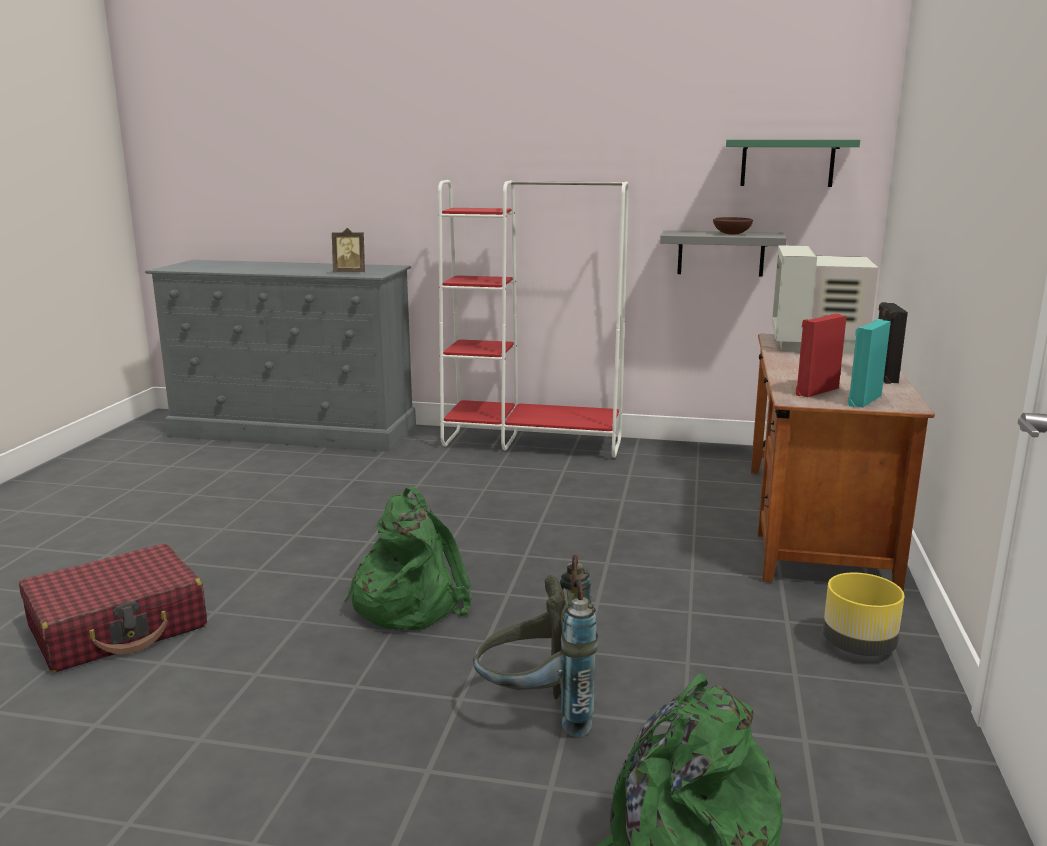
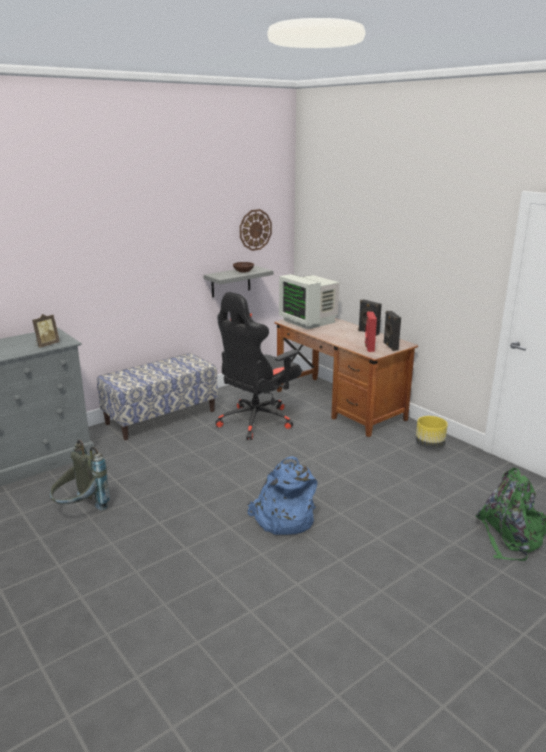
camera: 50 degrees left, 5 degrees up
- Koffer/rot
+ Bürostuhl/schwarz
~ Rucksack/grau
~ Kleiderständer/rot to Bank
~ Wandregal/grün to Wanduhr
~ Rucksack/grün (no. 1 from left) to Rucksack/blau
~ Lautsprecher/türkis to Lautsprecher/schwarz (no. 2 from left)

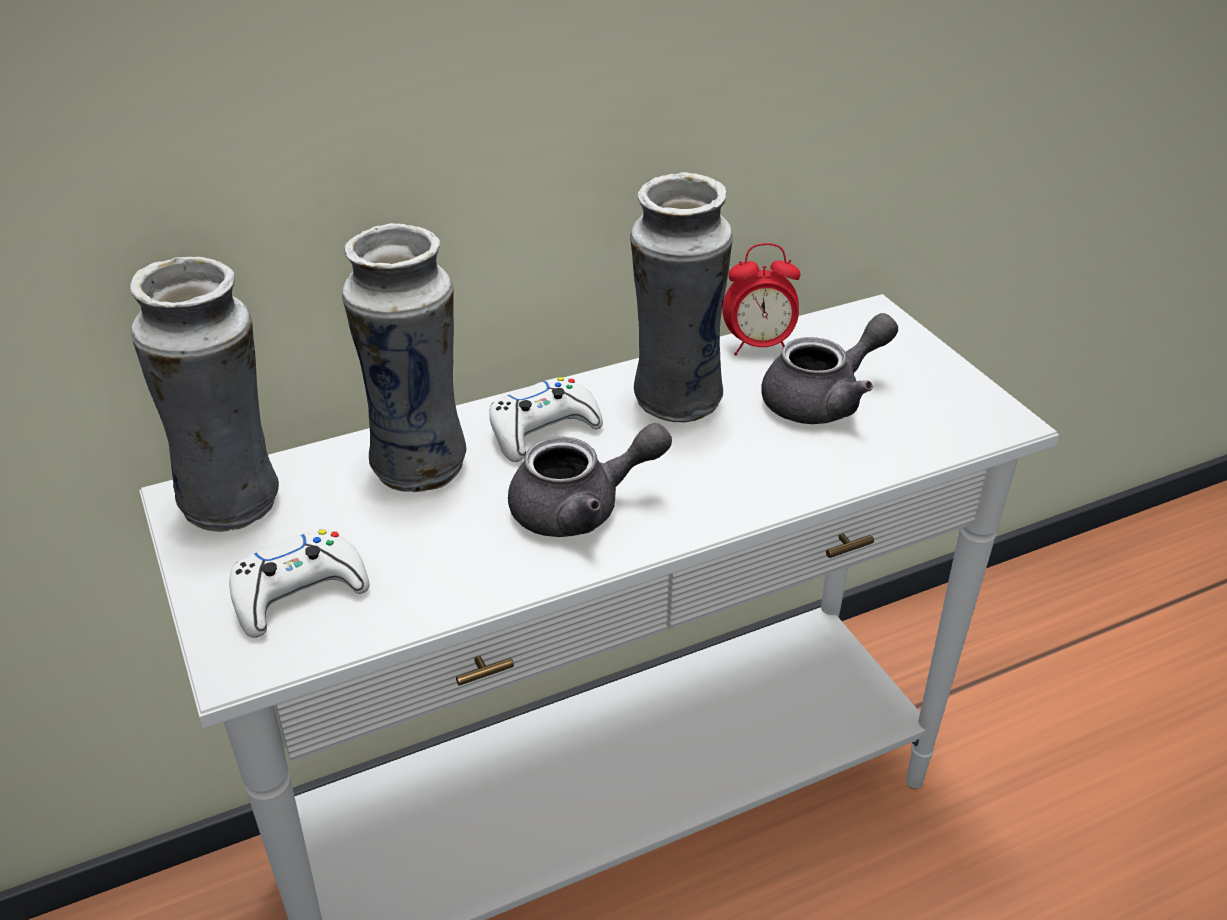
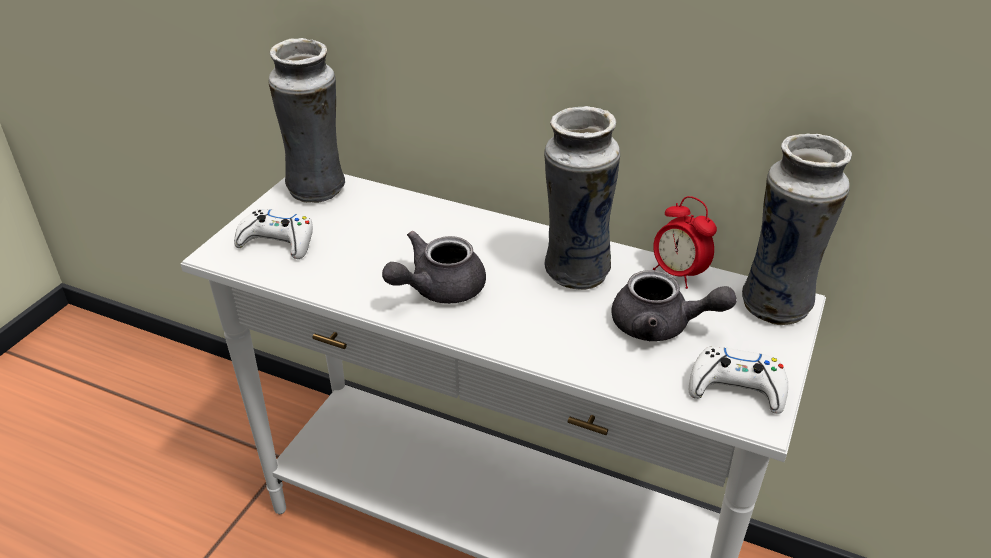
camera: 50 degrees right, 0 degrees up
~ Vase (no. 2 from left in the first image) to Vase (no. 3 from left)
~ Gamepad/weiß (no. 2 from left)
~ Teekanne/grau (no. 1 from left) 105 degrees clockwise

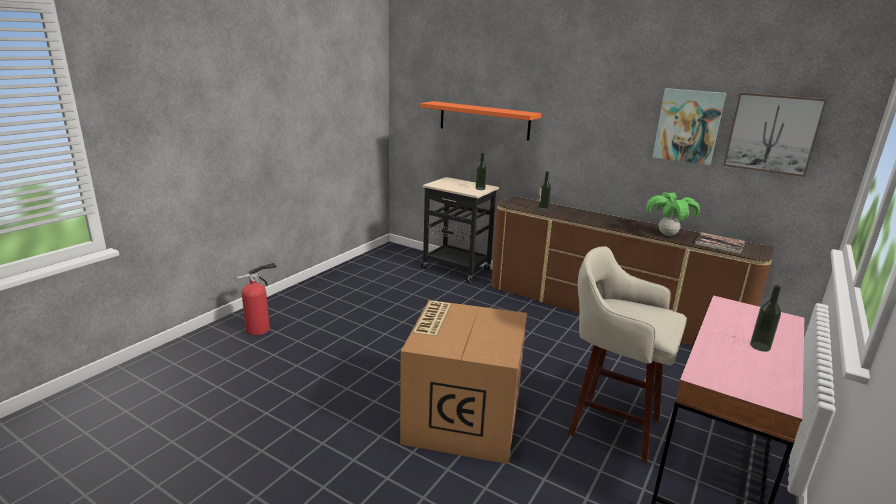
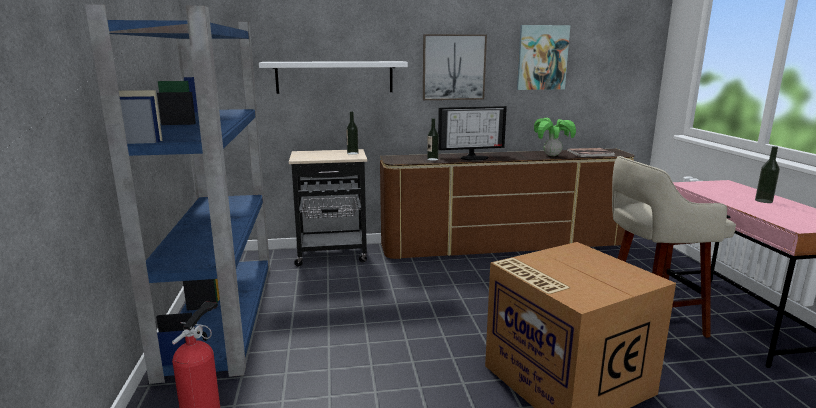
camera: 40 degrees left, 5 degrees down
+ Bücherregal/blau
+ Monitor
~ Bild (no. 2 from left in the first image) to Bild (no. 1 from left)
~ Wandregal/orange to Wandregal/weiß

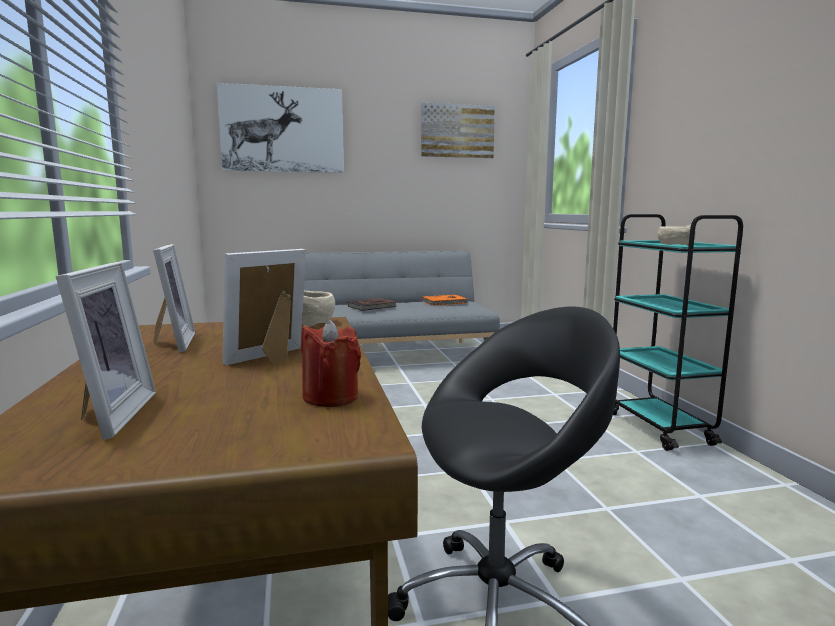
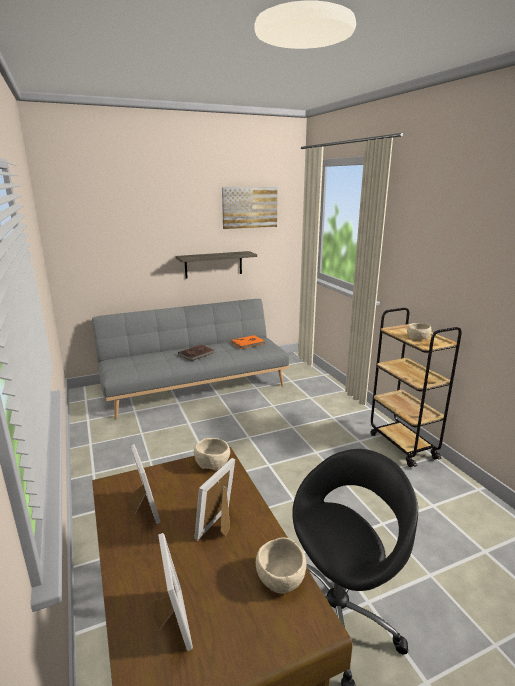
camera: 10 degrees left, 10 degrees up
- Bild (no. 1 from left)
+ Wandregal
~ Kerze/rot to Schüssel/beige (no. 2 from left)
~ Rollwagen/türkis to Rollwagen/braun

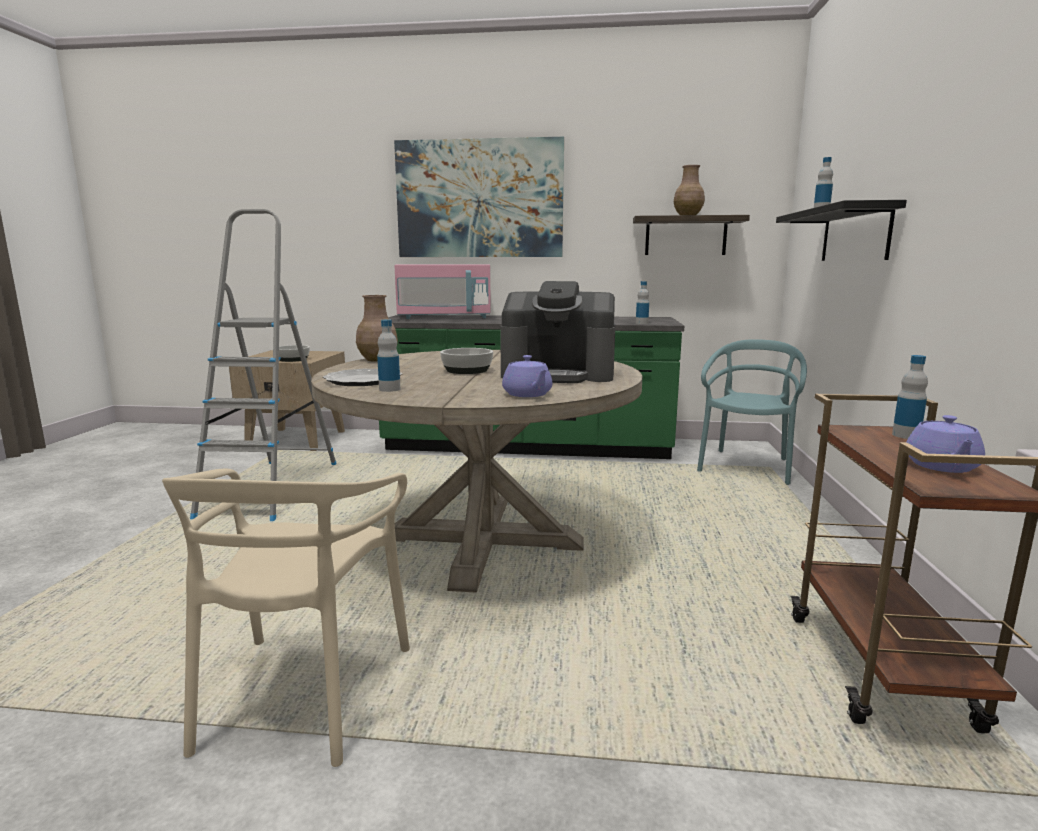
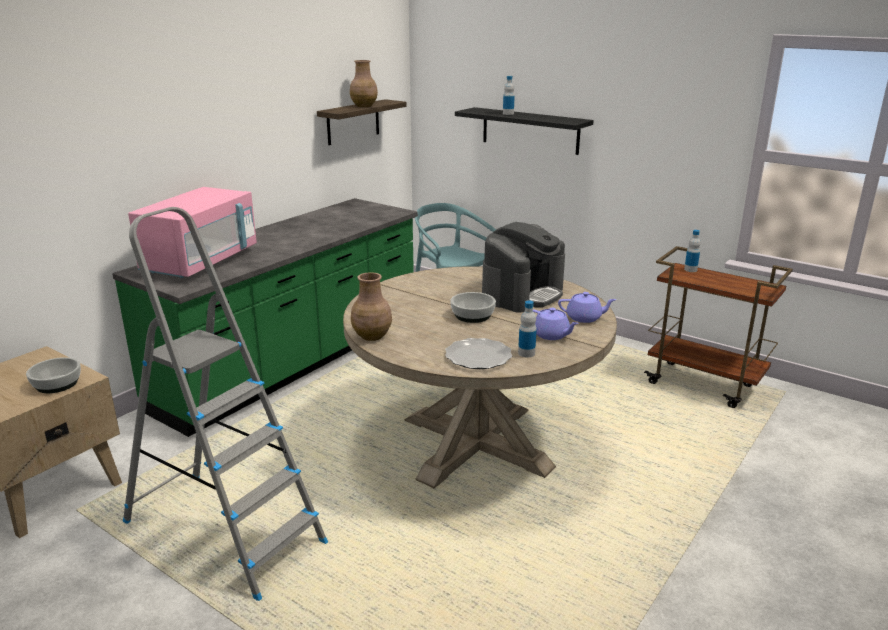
camera: 60 degrees left, 10 degrees up
- Stuhl/beige
- Bild
- Flasche (no. 2 from left)
~ Teekanne/lila (no. 2 from left in the first image) to Teekanne/lila (no. 1 from left)

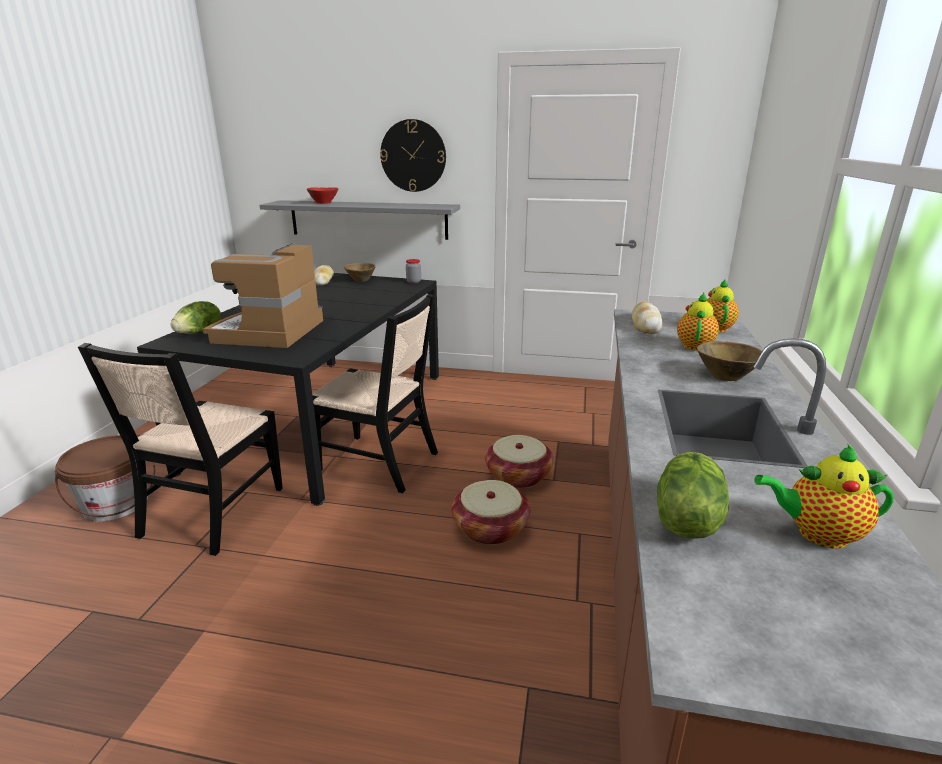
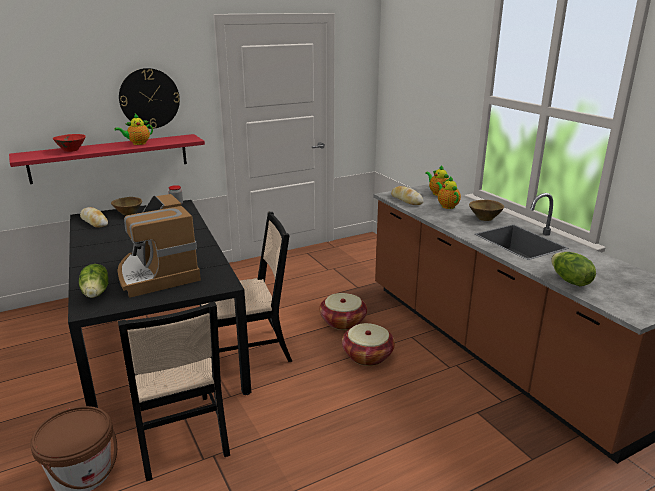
camera: 40 degrees left, 0 degrees up
~ Teekanne (no. 3 from left in the first image) to Teekanne (no. 1 from left)
~ Wandregal/grau to Wandregal/rot

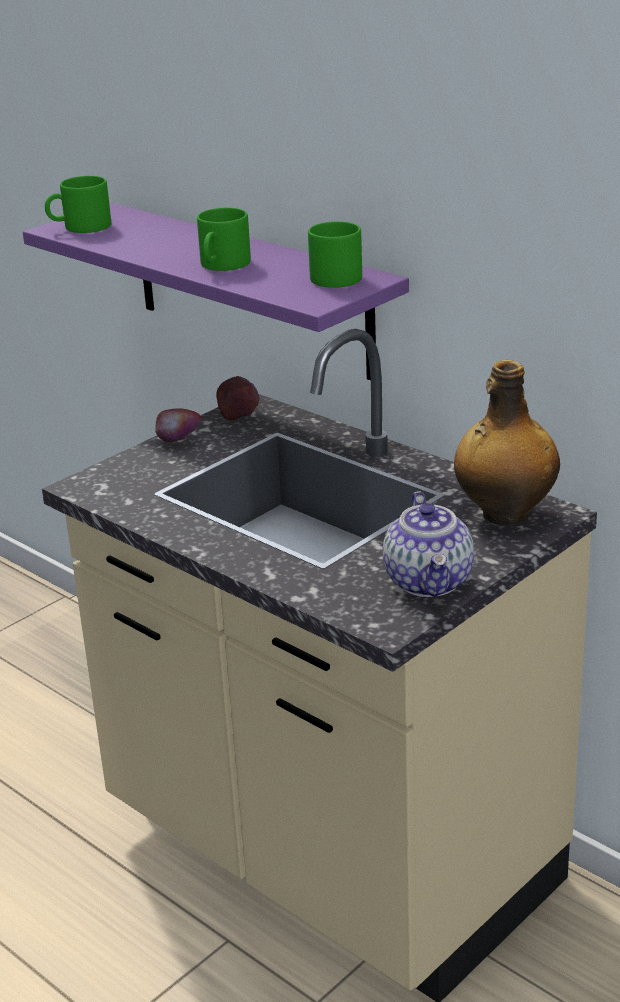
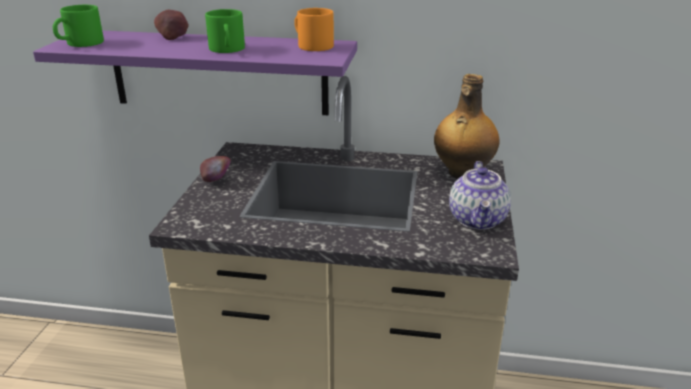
camera: 35 degrees left, 0 degrees up
~ Apfel (no. 2 from left in the first image) to Apfel (no. 1 from left)
~ Henkelbecher/grün (no. 3 from left) to Henkelbecher/orange
~ Teekanne 45 degrees clockwise

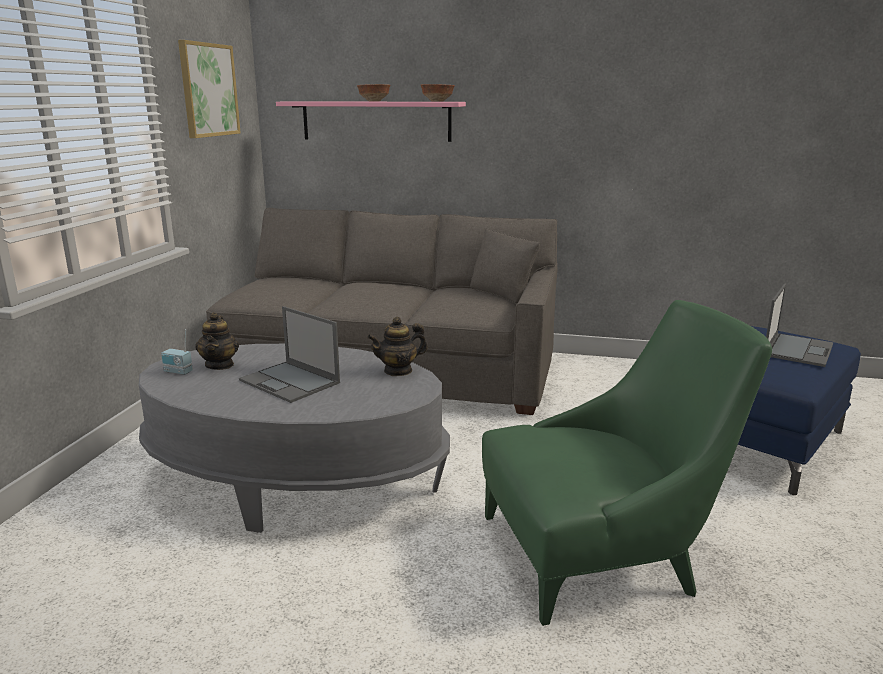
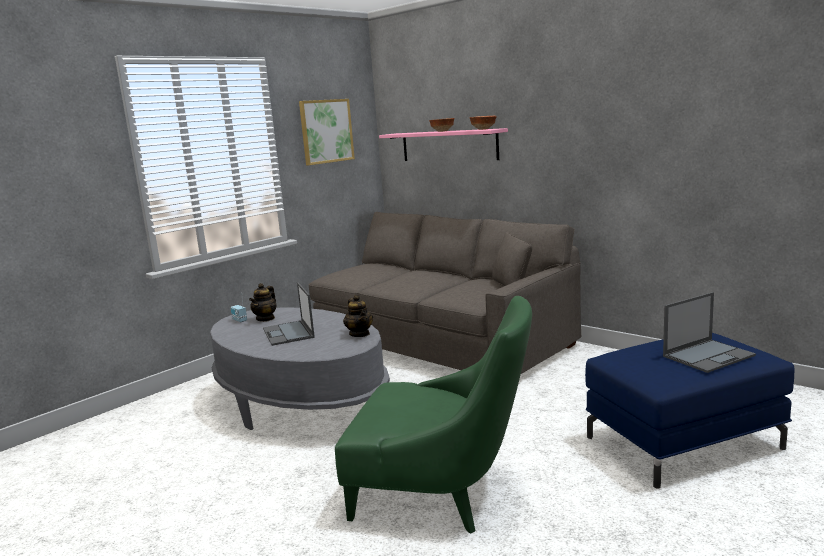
camera: 30 degrees right, 5 degrees down
~ Teekanne (no. 2 from left) 120 degrees counterclockwise

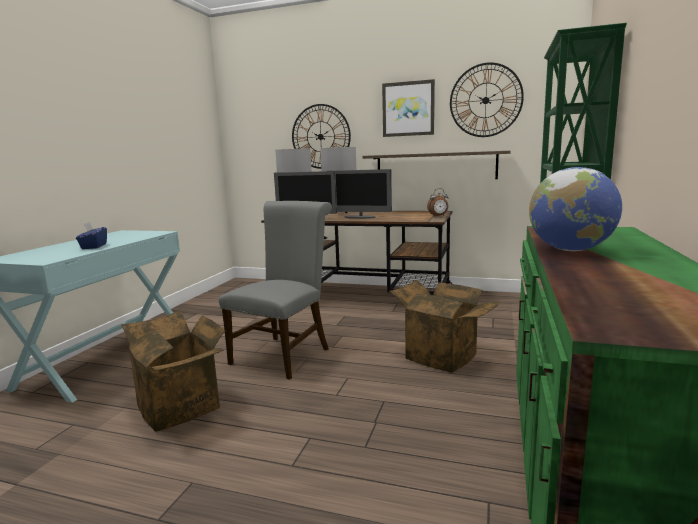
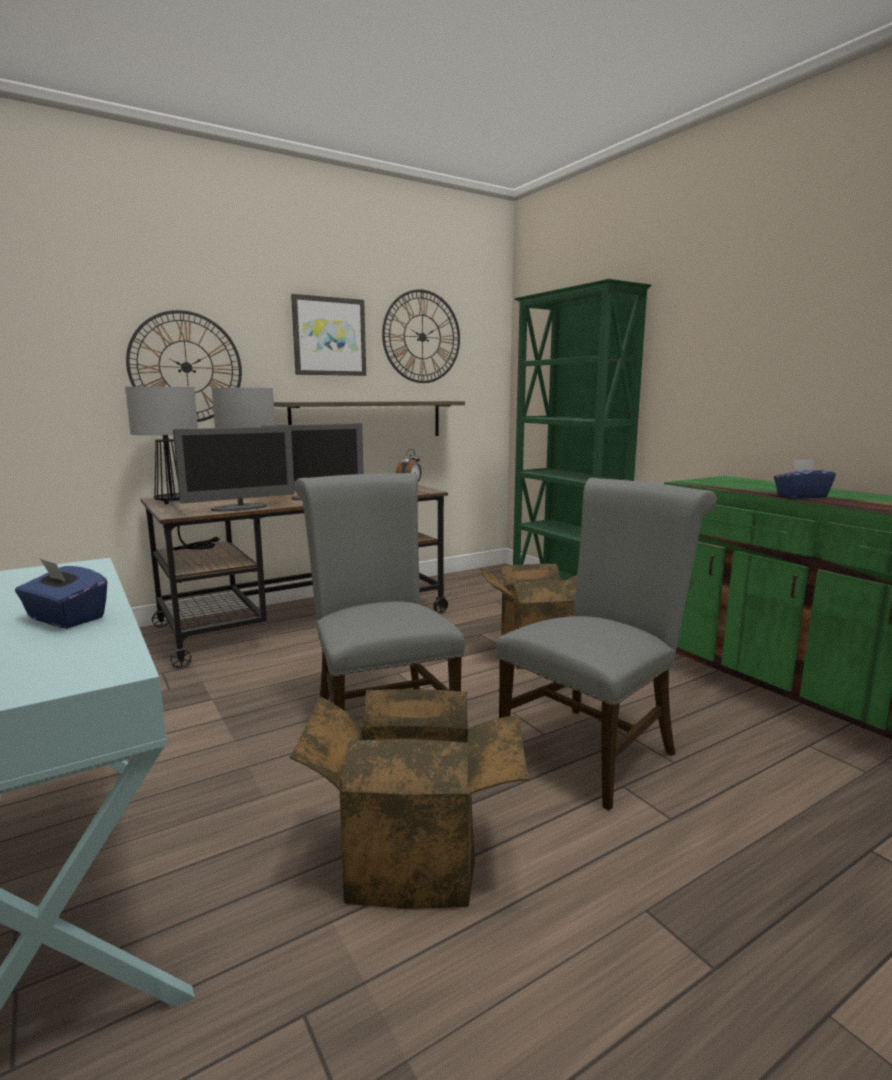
camera: 50 degrees left, 0 degrees up
+ Stuhl/grau (no. 2 from left)
~ Globus to Taschentuchbox/blau (no. 2 from left)

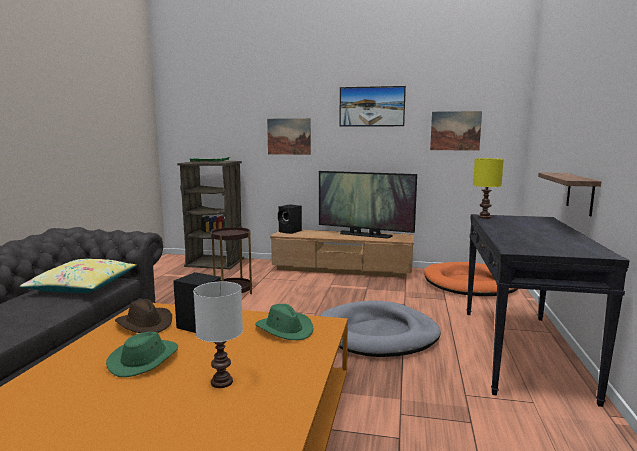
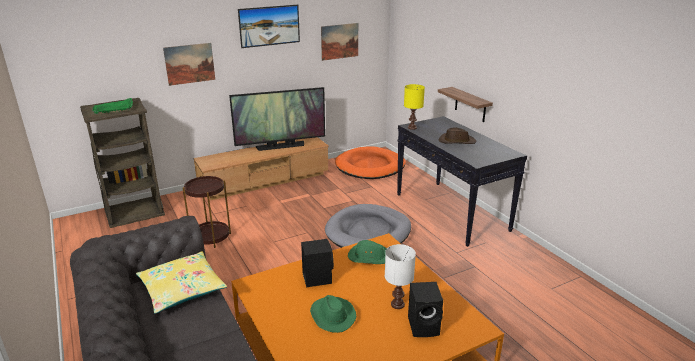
camera: 40 degrees left, 15 degrees up
~ Hut/braun
~ Lautsprecher/schwarz (no. 2 from left)

